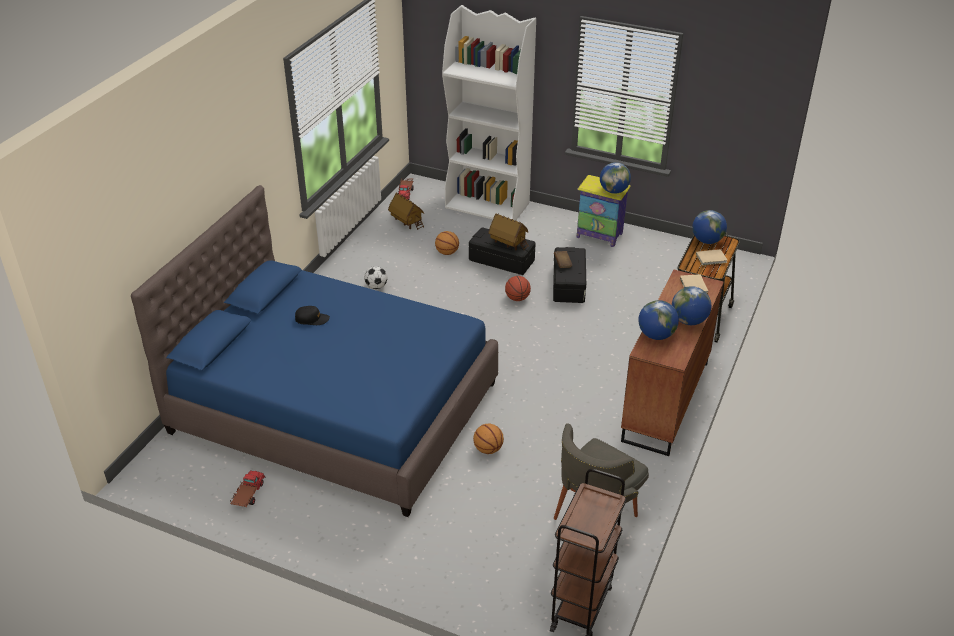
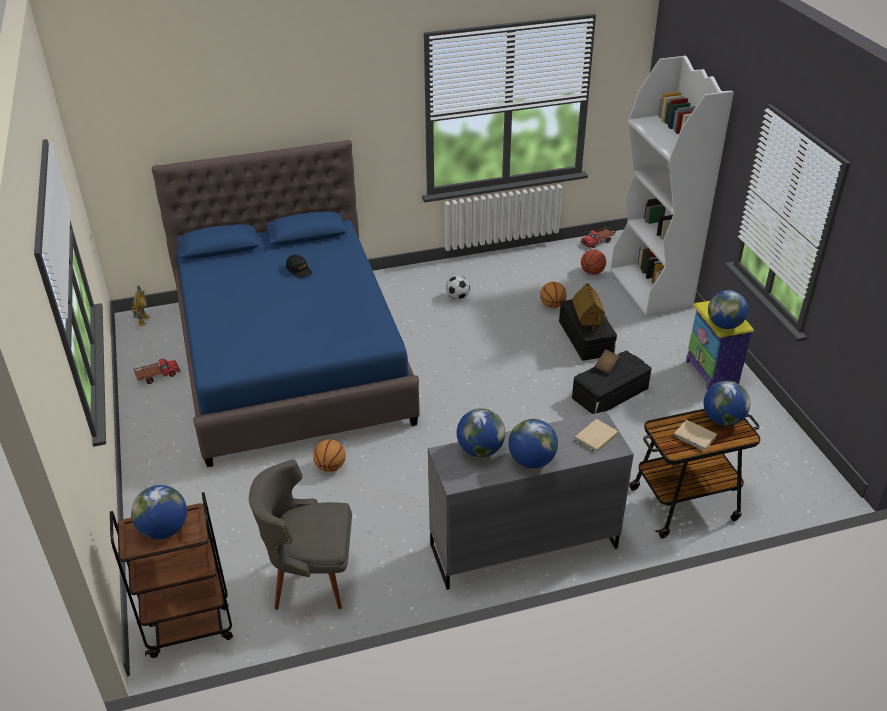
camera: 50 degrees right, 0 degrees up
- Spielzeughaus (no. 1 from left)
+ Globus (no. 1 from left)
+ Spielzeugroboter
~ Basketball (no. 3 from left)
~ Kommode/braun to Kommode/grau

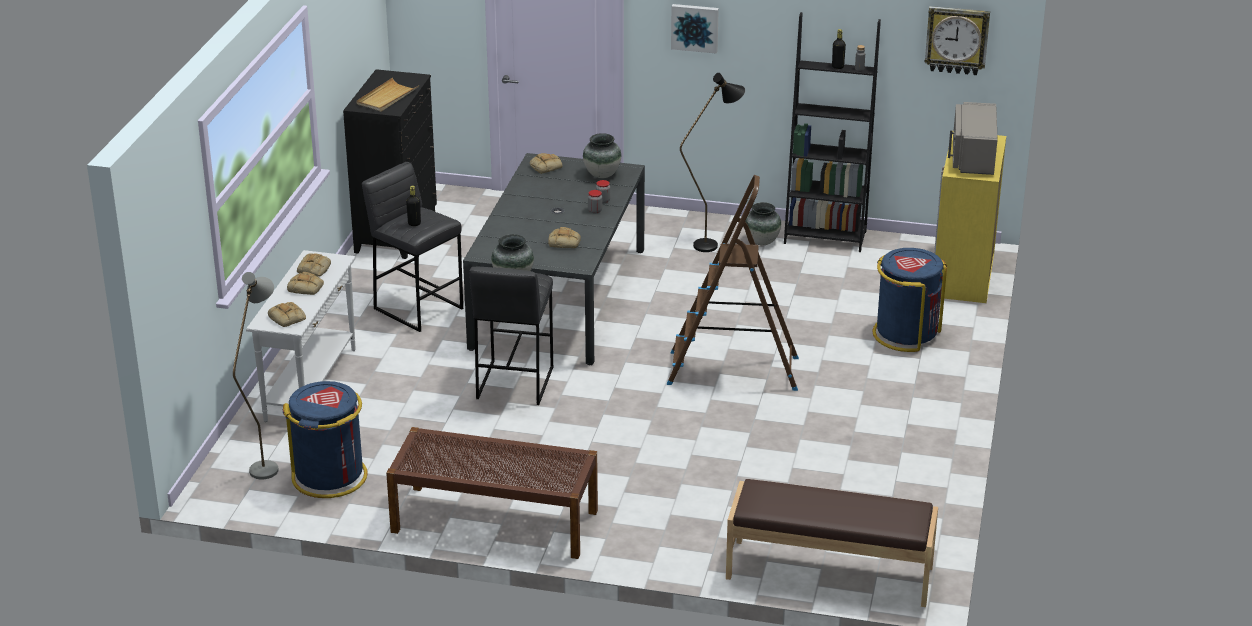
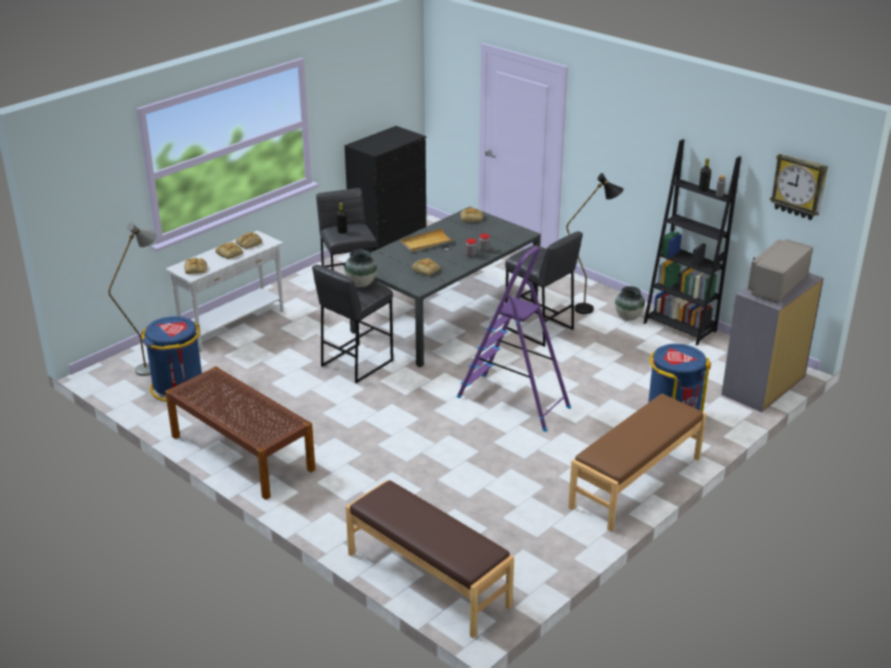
camera: 30 degrees right, 0 degrees up
- Vase (no. 2 from left)
- Bild
+ Hocker/grau (no. 3 from left)
+ Bank/braun (no. 3 from left)
~ Tablett/beige
~ Trittleiter/braun to Trittleiter/lila
~ Schrank/gelb to Schrank/grau

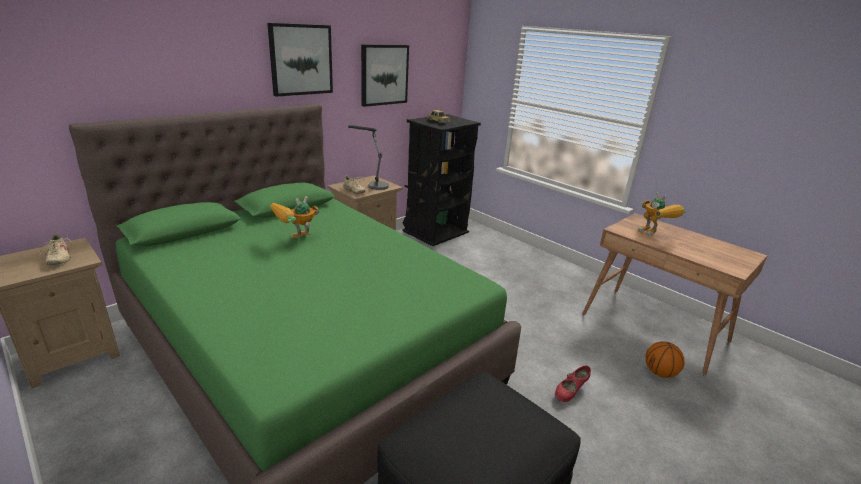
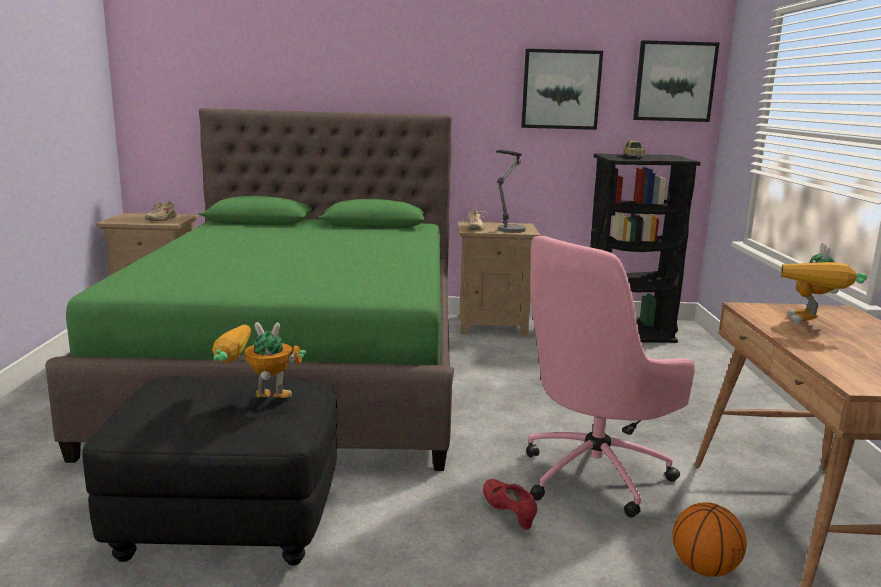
camera: 45 degrees right, 10 degrees down
+ Bürostuhl/rosa
~ Bild (no. 1 from left in the first image) to Bild (no. 2 from left)
~ Spielzeugroboter (no. 1 from left)
~ Schuh/rot 60 degrees clockwise

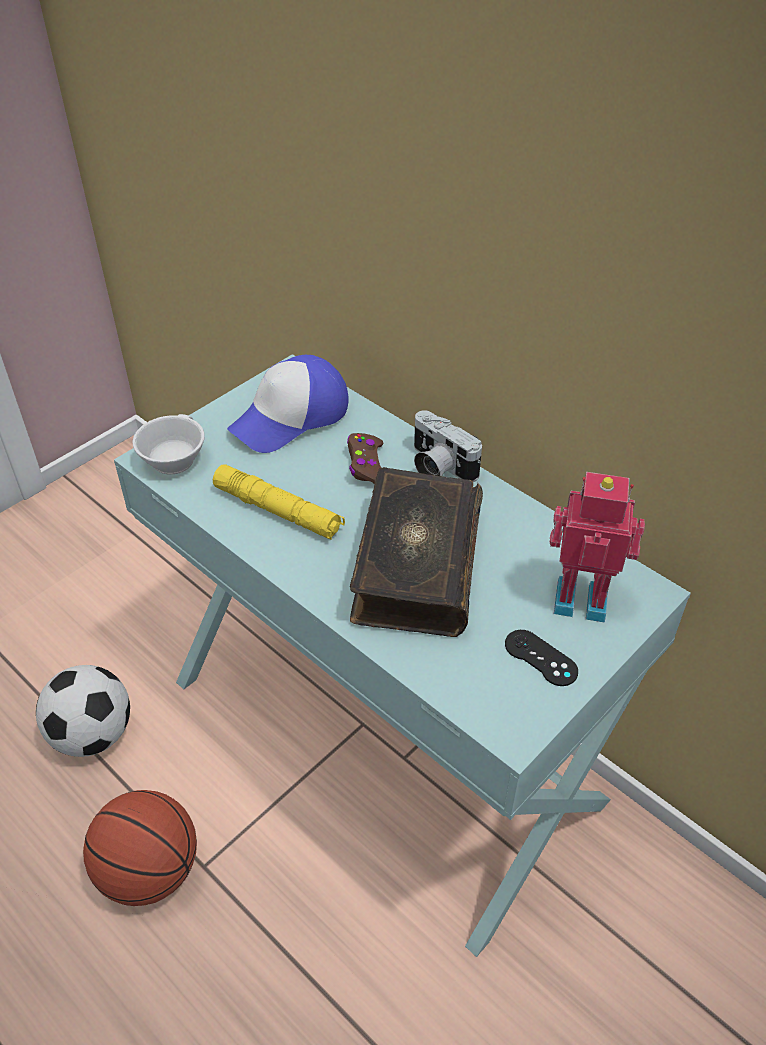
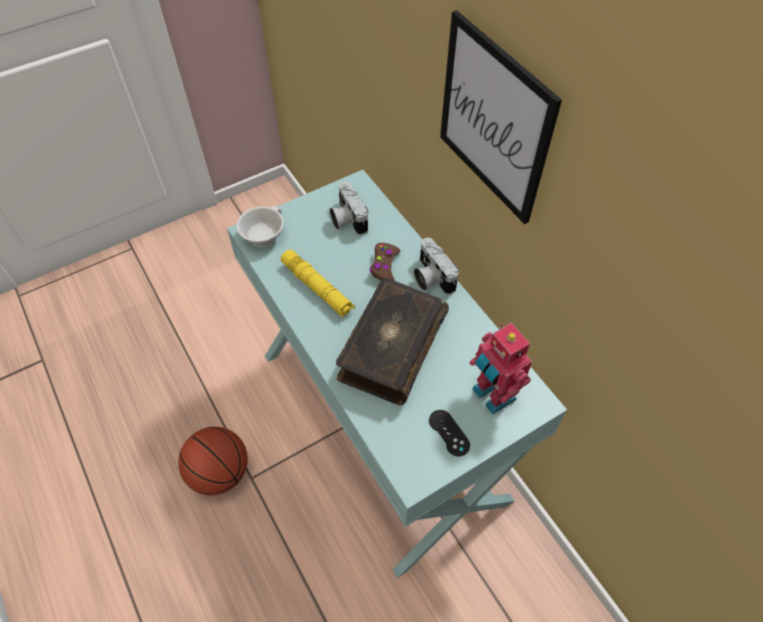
camera: 15 degrees right, 10 degrees up
- Fußball
+ Bild
~ Kappe to Kamera (no. 1 from left)
~ Spielzeugroboter 150 degrees counterclockwise

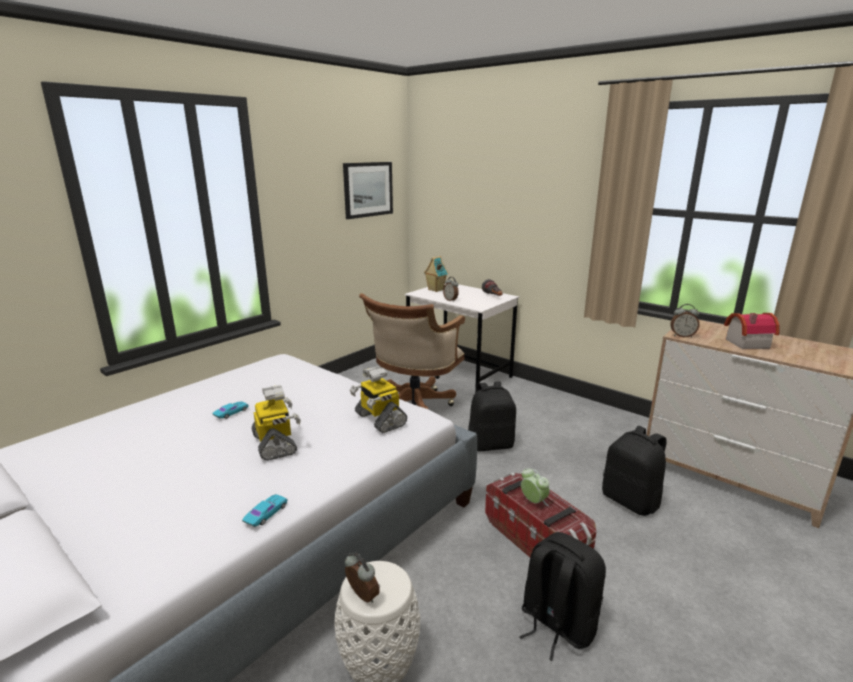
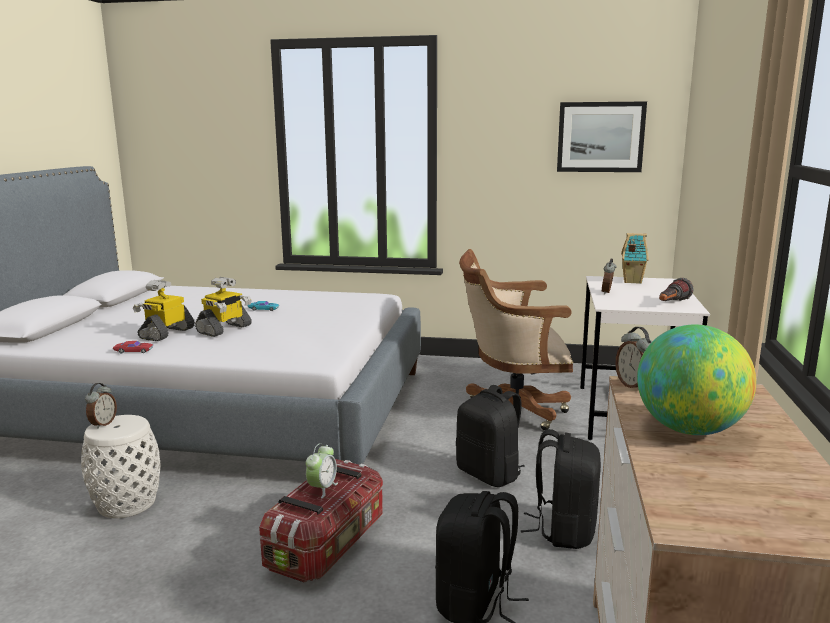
camera: 60 degrees right, 5 degrees down
~ Spielzeugroboter (no. 2 from left in the first image) to Spielzeugroboter (no. 1 from left)
~ Rucksack/schwarz (no. 2 from left in the first image) to Rucksack/schwarz (no. 3 from left)
~ Spielzeughaus (no. 2 from left) to Globus
~ Spielzeugauto/türkis (no. 2 from left) to Spielzeugauto/rot

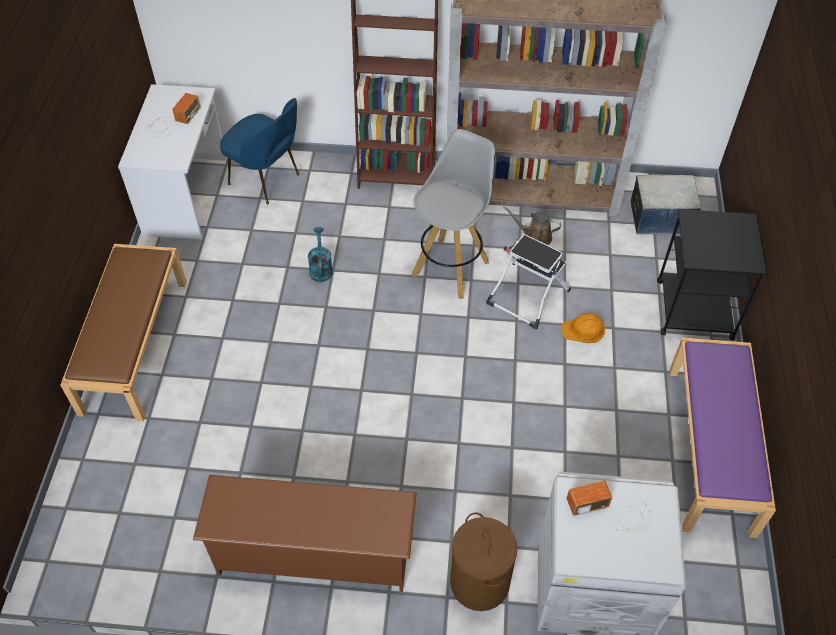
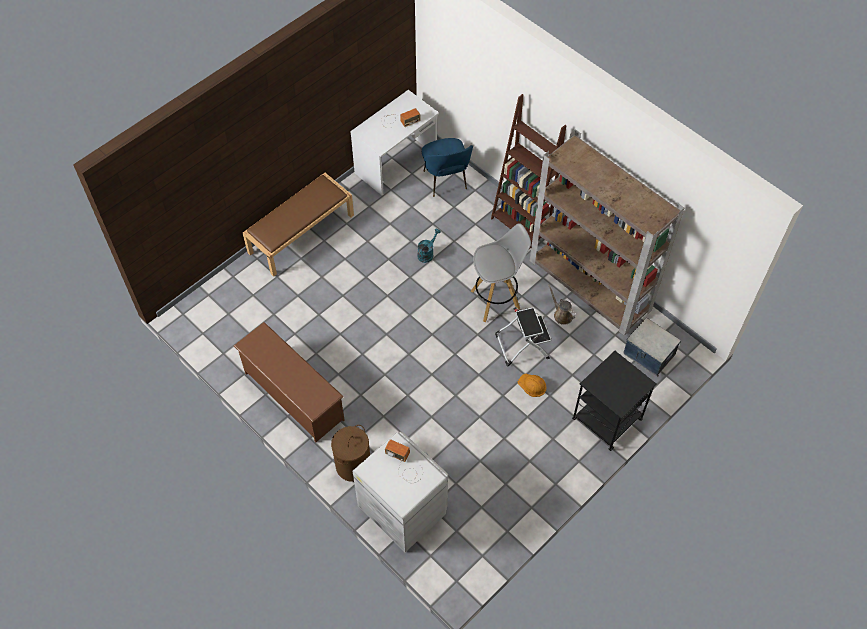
camera: 40 degrees right, 5 degrees up
- Bank/lila

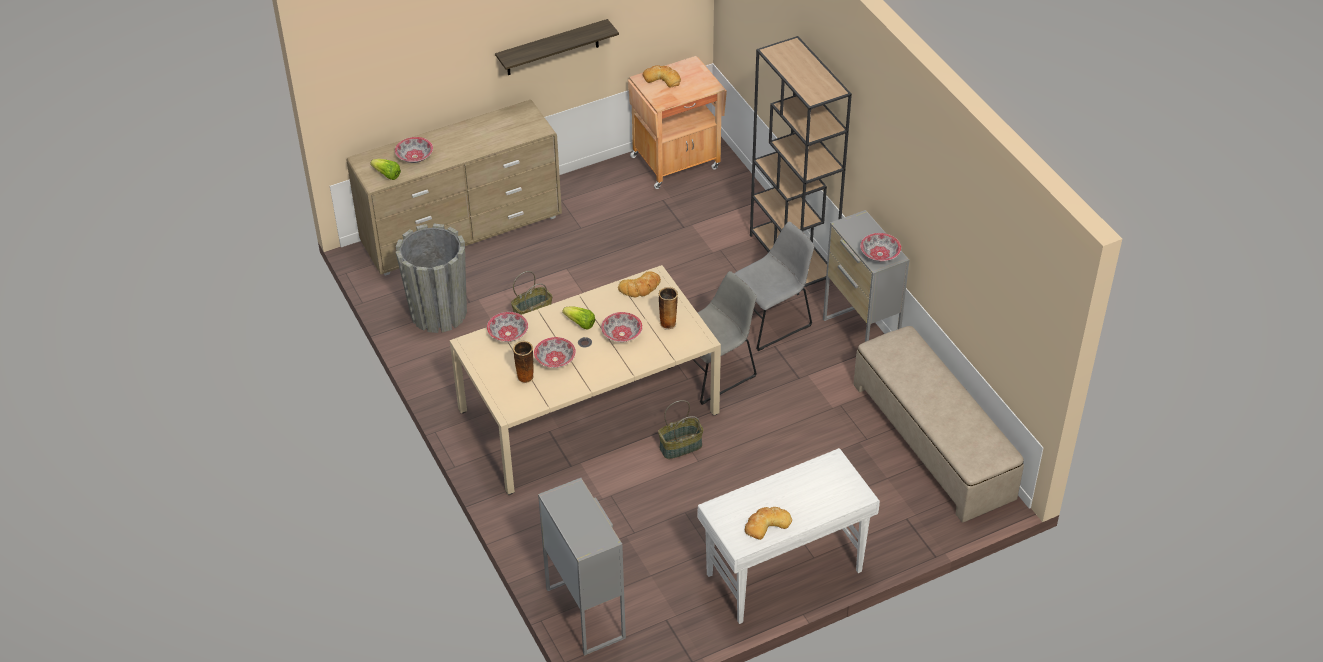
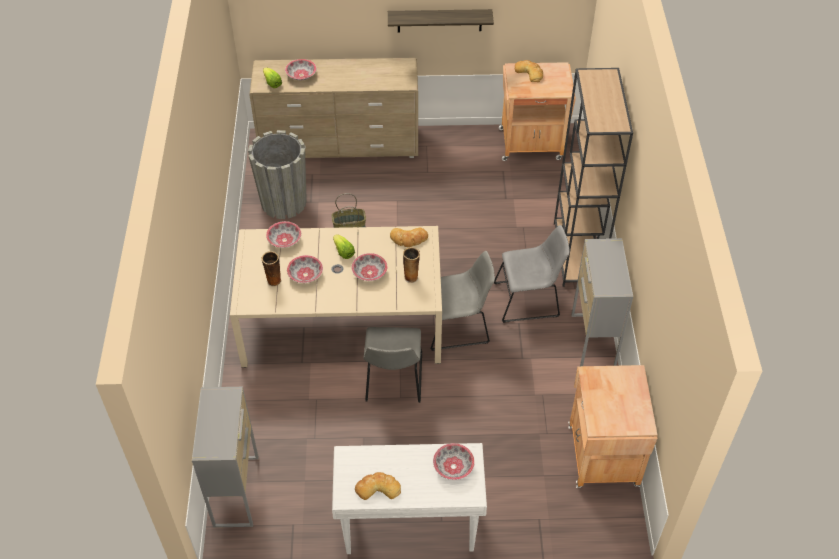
camera: 25 degrees right, 5 degrees up
~ Schüssel (no. 5 from left)
~ Korb (no. 2 from left) to Stuhl/grau (no. 1 from left)
~ Bank/beige to Rollwagen/braun (no. 2 from left)

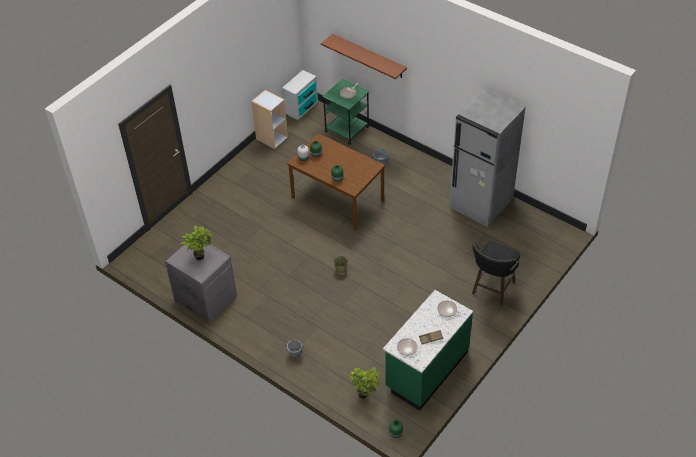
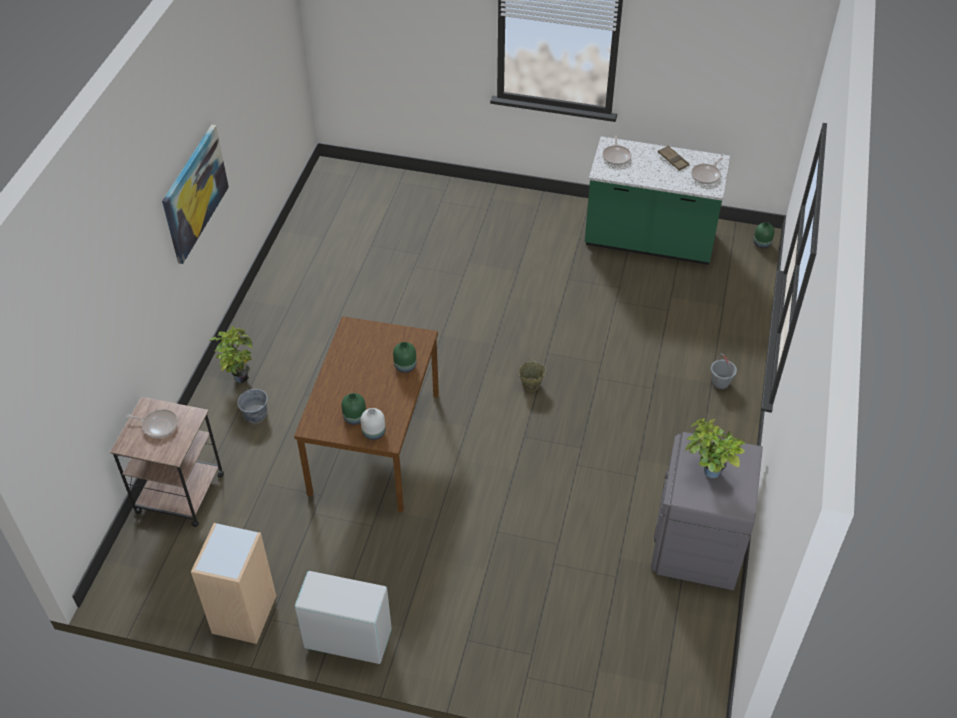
camera: 115 degrees left, 0 degrees up
- Wandregal/braun
- Kühlschrank/grau
- Hocker/schwarz
+ Bild
~ Nachttisch/weiß
~ Topfpflanze (no. 2 from left in the first image) to Topfpflanze (no. 1 from left)
~ Rollwagen/grün to Rollwagen/braun

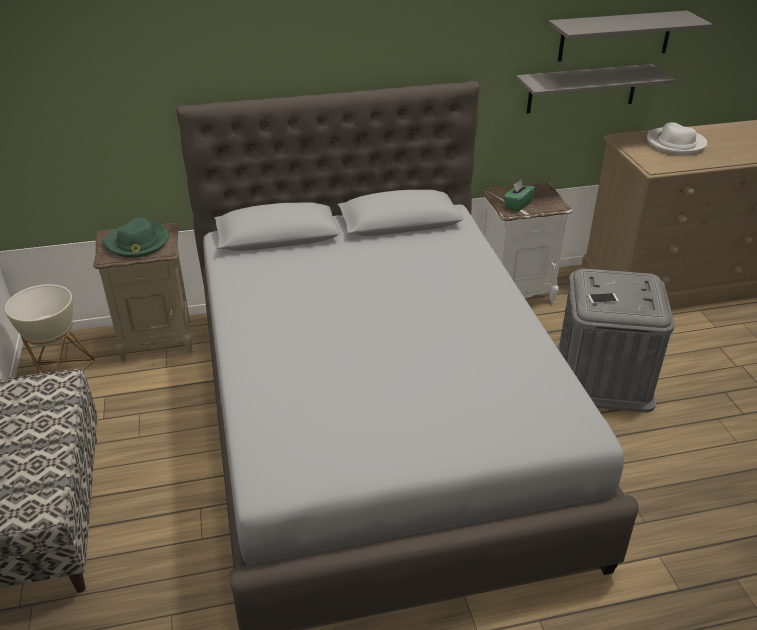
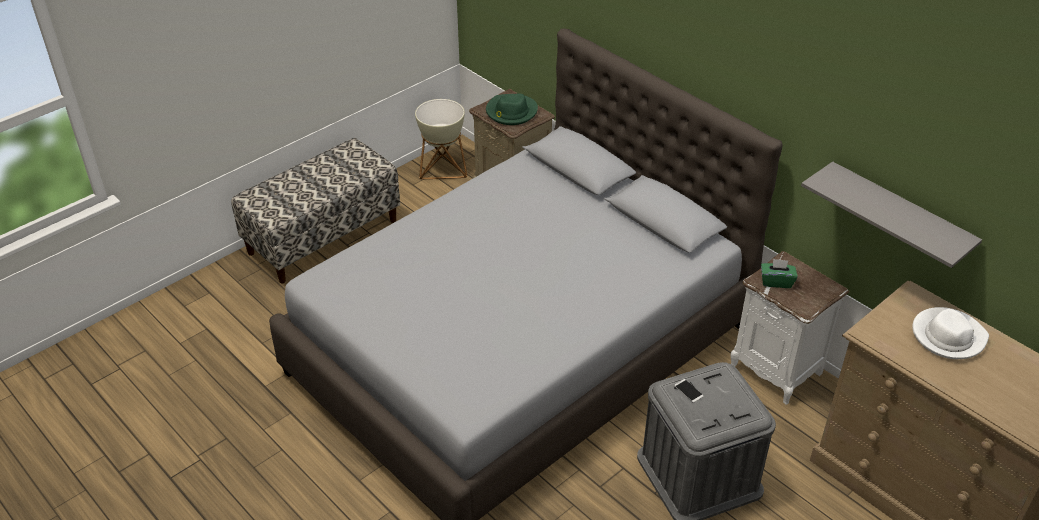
camera: 60 degrees right, 5 degrees up
- Wandregal/grau (no. 2 from left)

